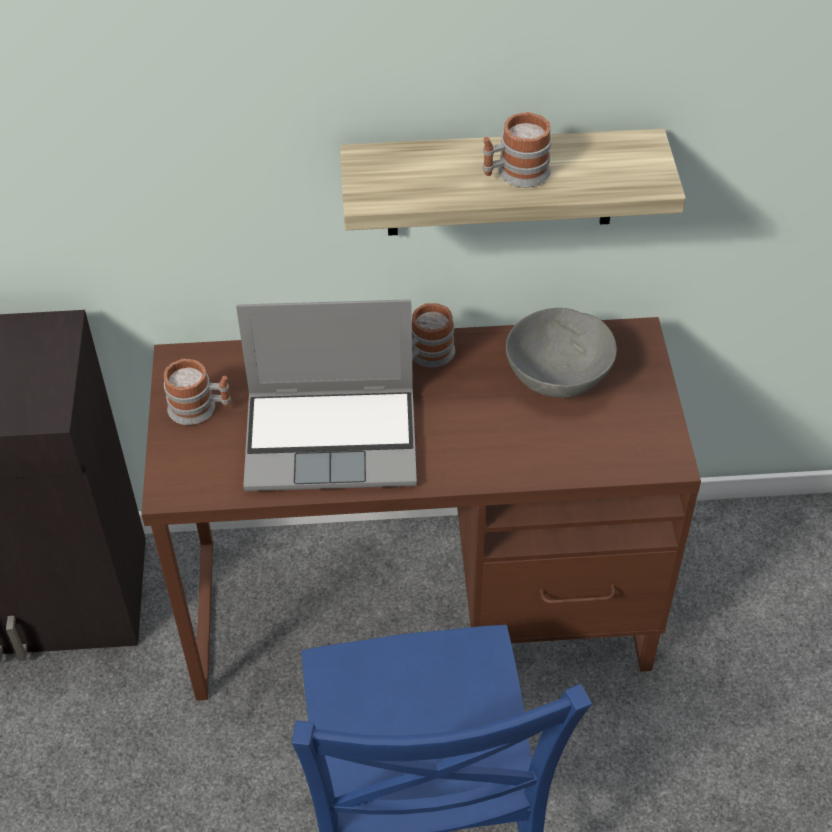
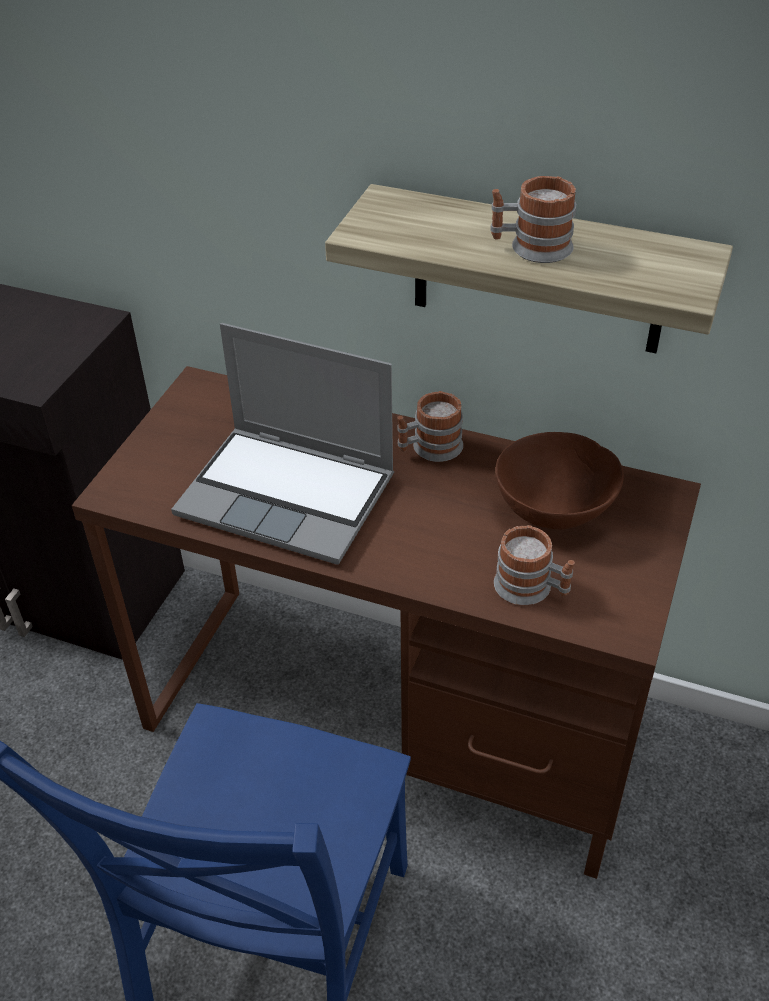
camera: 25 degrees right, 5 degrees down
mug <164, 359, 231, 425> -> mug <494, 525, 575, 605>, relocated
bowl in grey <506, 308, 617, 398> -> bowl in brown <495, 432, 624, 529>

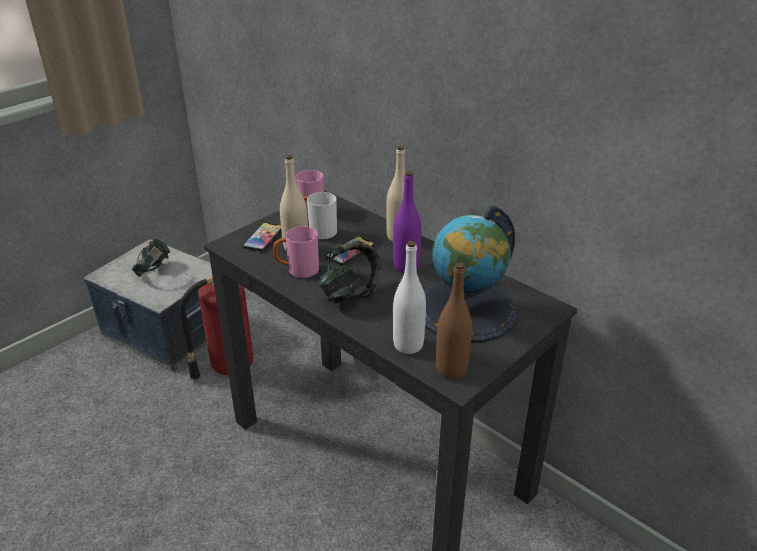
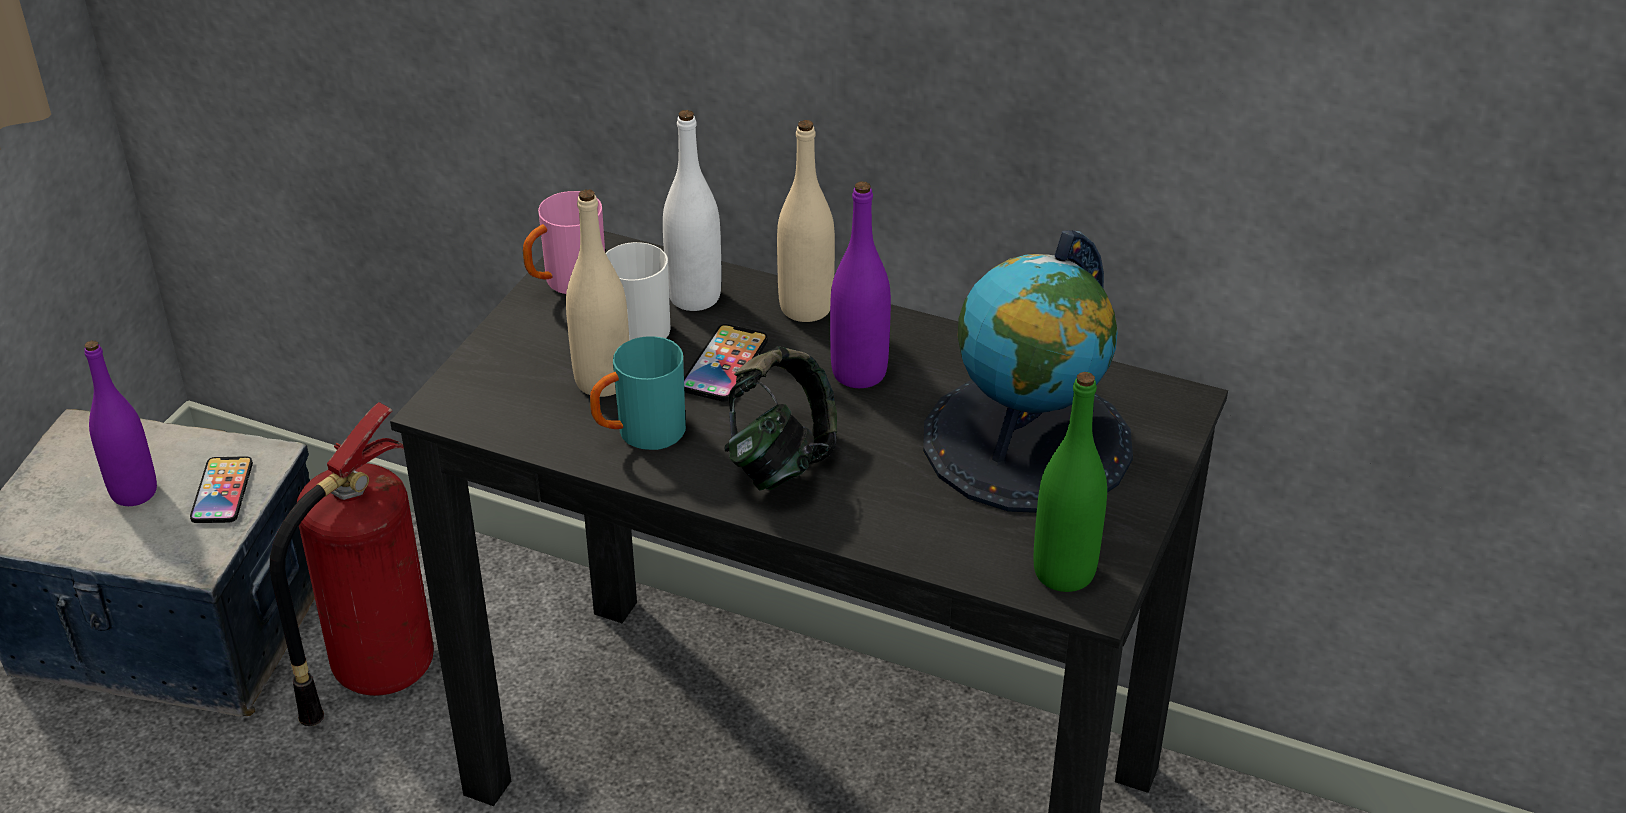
camera: 20 degrees left, 5 degrees up
headphones <132, 239, 170, 277> -> bottle in purple <84, 341, 157, 506>
phone <242, 222, 281, 251> -> phone <190, 456, 253, 523>, relocated
mug in pink <273, 226, 319, 278> -> mug in turquoise <590, 336, 686, 450>
bottle in white <393, 241, 426, 354> -> bottle in white <663, 110, 721, 311>, relocated
bottle in brown <436, 262, 472, 379> -> bottle in green <1034, 372, 1107, 592>

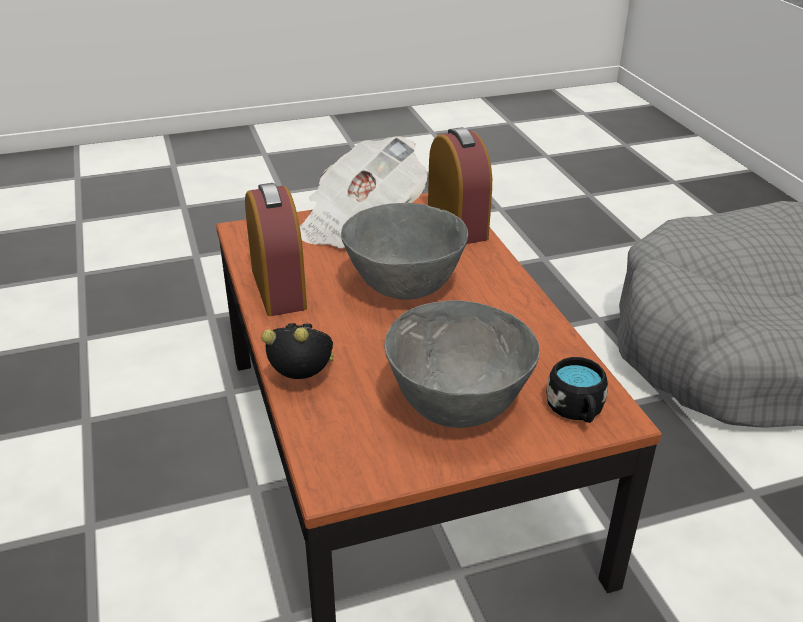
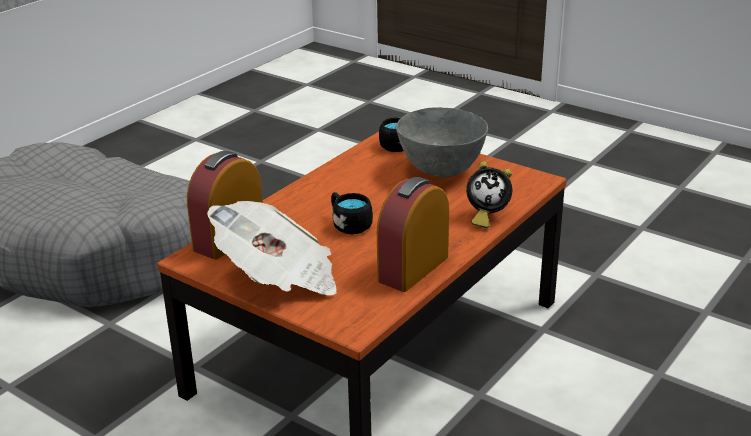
camera: 125 degrees left, 5 degrees down
alarm clock <261, 323, 334, 379> -> alarm clock <466, 161, 512, 228>, 60 degrees counterclockwise
bowl in grey <341, 203, 468, 300> -> mug in black <331, 192, 373, 234>

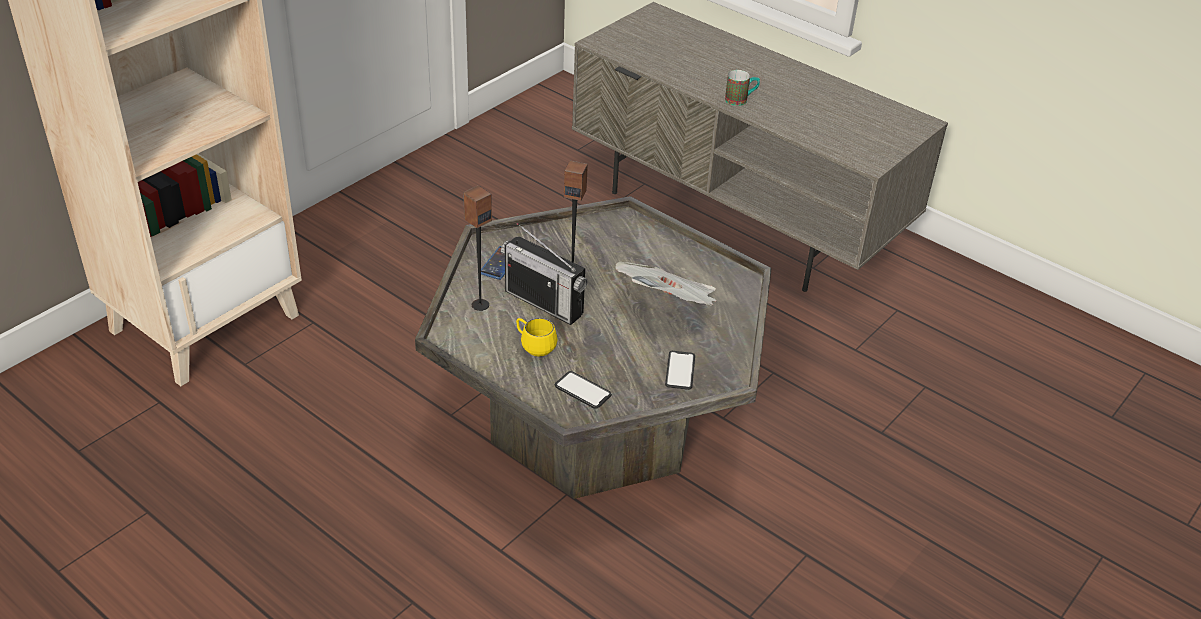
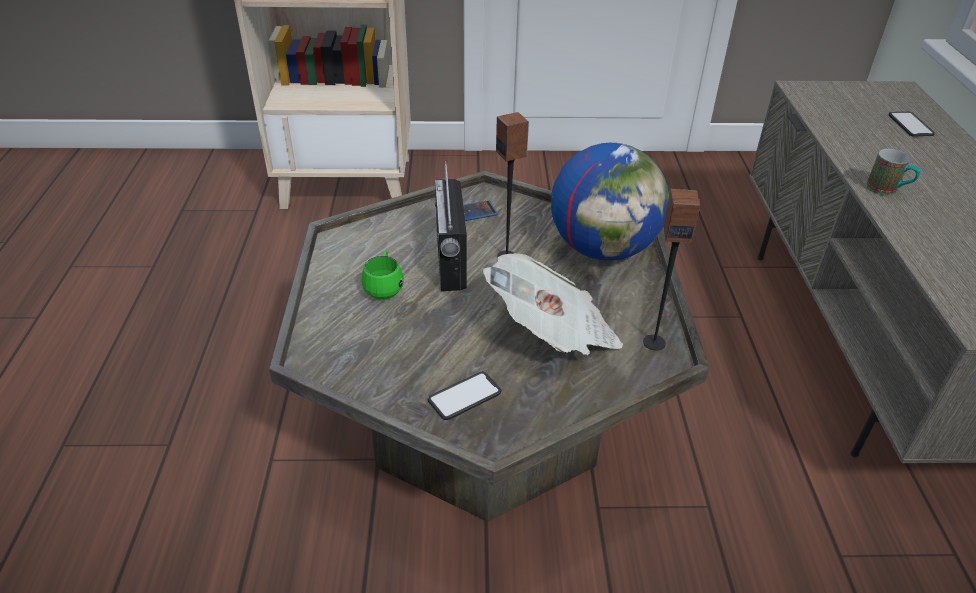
camera: 50 degrees right, 0 degrees up
speaker <463, 186, 492, 311> -> speaker <643, 189, 700, 350>, relocated
mug in yellow <516, 318, 558, 357> -> mug in green <362, 251, 404, 300>
phone <554, 371, 612, 409> -> phone <889, 112, 935, 137>, relocated
none -> globe <551, 143, 669, 261>

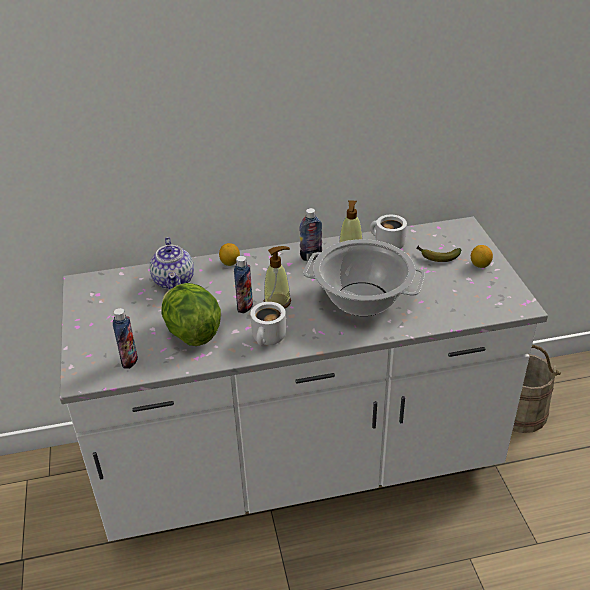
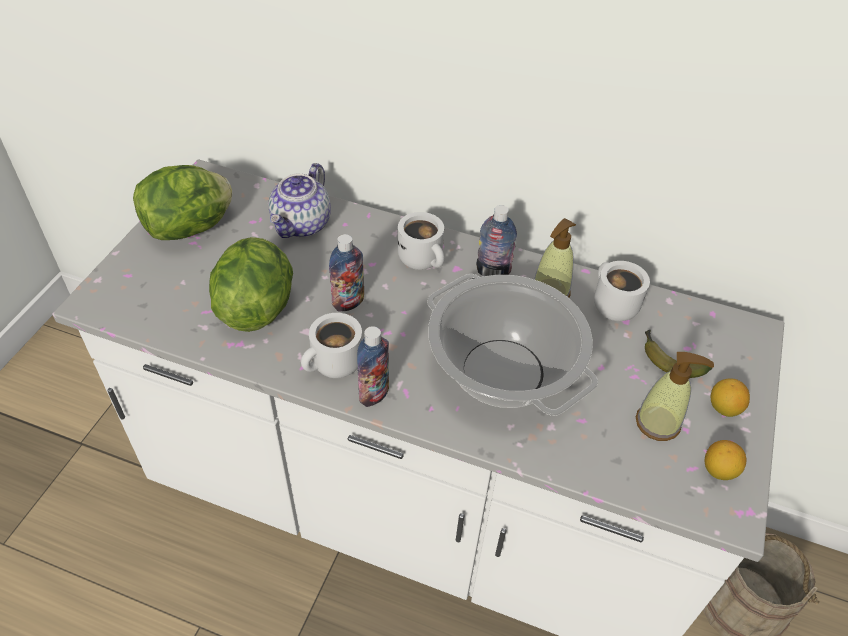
camera: 30 degrees right, 10 degrees up
bottle <113, 308, 138, 369> -> bottle <357, 326, 389, 407>, relocated
lemon <219, 243, 240, 266> -> lemon <705, 440, 746, 480>, relocated
soap dispenser <264, 246, 291, 309> -> soap dispenser <636, 352, 714, 441>, relocated
none -> lettuce <133, 165, 232, 240>
none -> mug in white <398, 212, 444, 270>

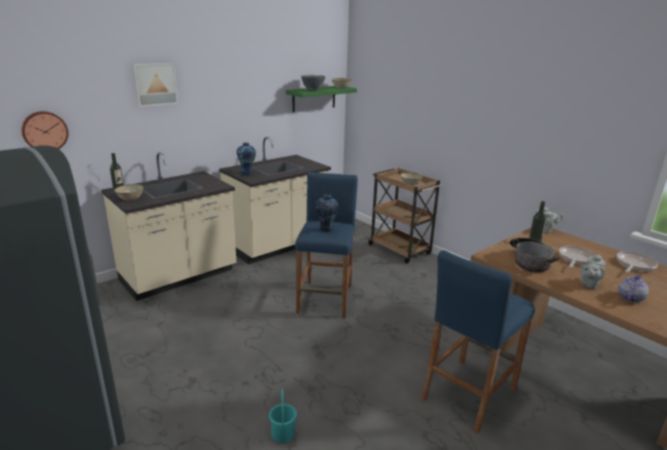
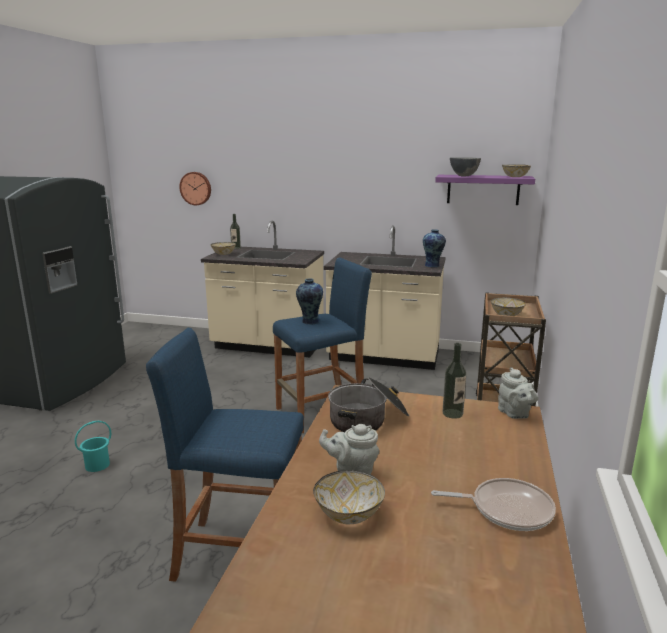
camera: 55 degrees right, 5 degrees down
picture <132, 63, 178, 107> -> none
vase <237, 143, 256, 175> -> vase <423, 229, 446, 267>, relocated
shelf in green <286, 86, 357, 112> -> shelf in purple <435, 175, 535, 205>
frying pan <559, 246, 596, 268> -> none
teapot <618, 275, 649, 302> -> bowl <313, 470, 385, 524>

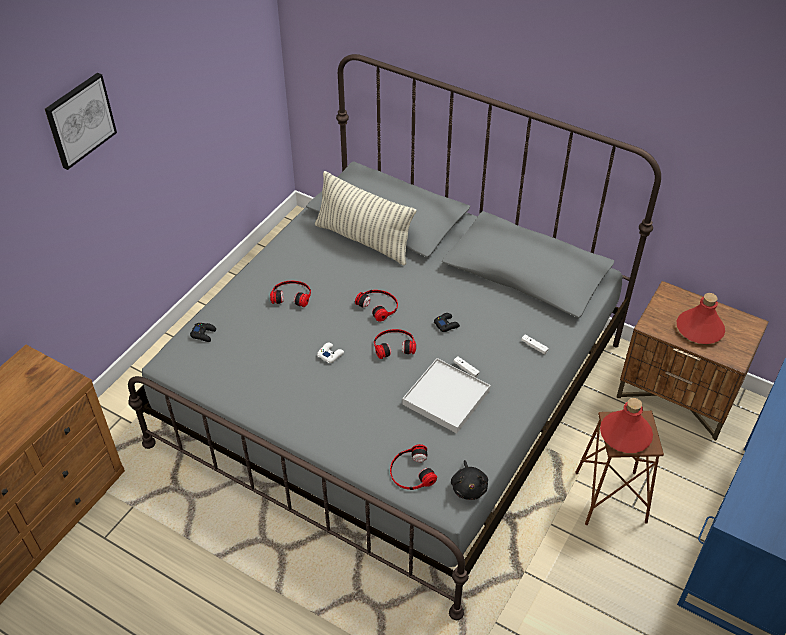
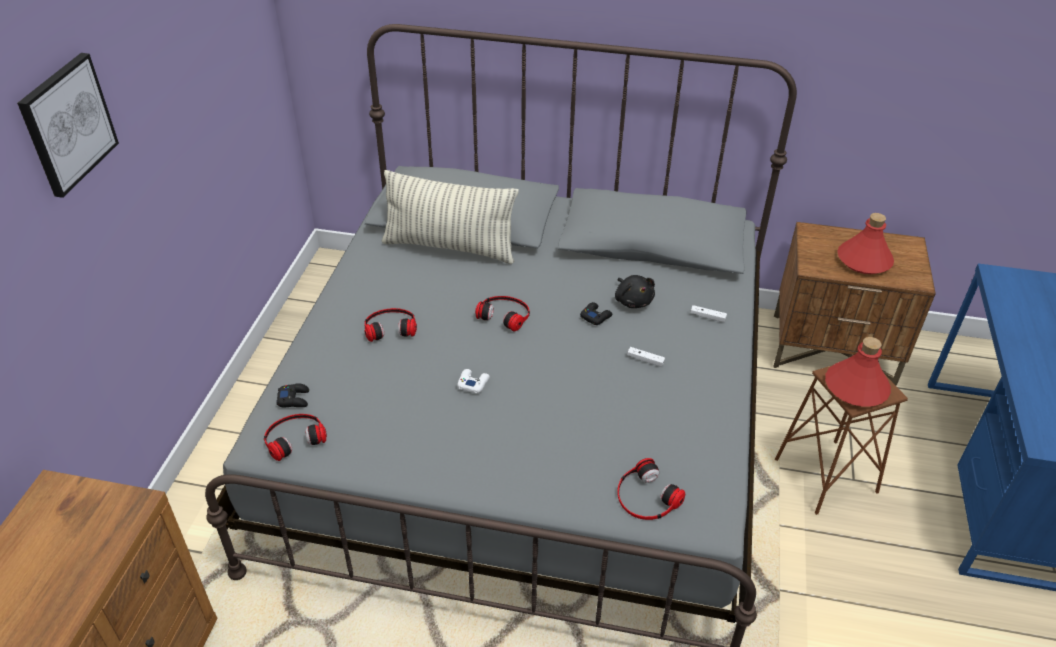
camera: 20 degrees left, 5 degrees down
headphones <374, 329, 416, 359> -> headphones <264, 414, 327, 461>, relocated
tray in white <402, 358, 490, 433> -> none
plush toy in black <451, 460, 488, 500> -> plush toy in black <615, 275, 655, 308>, relocated

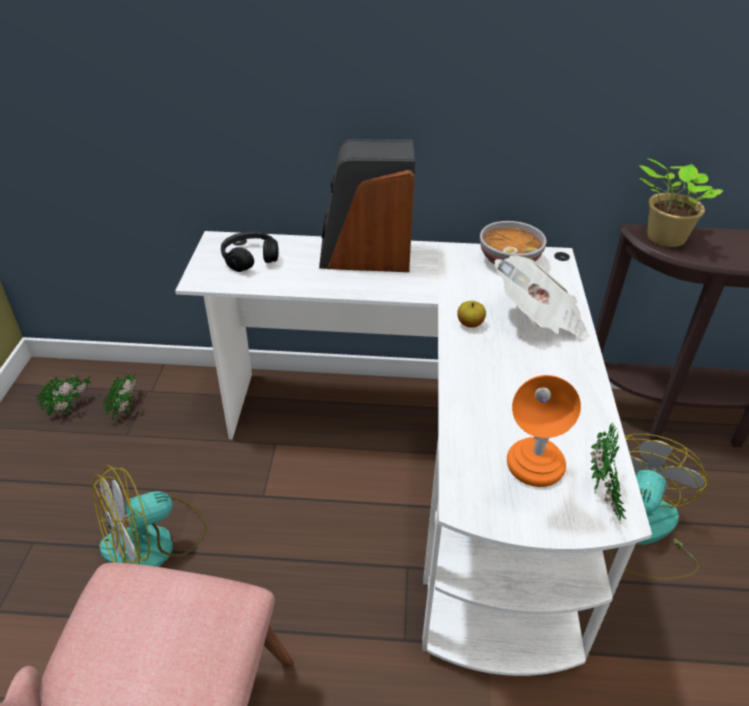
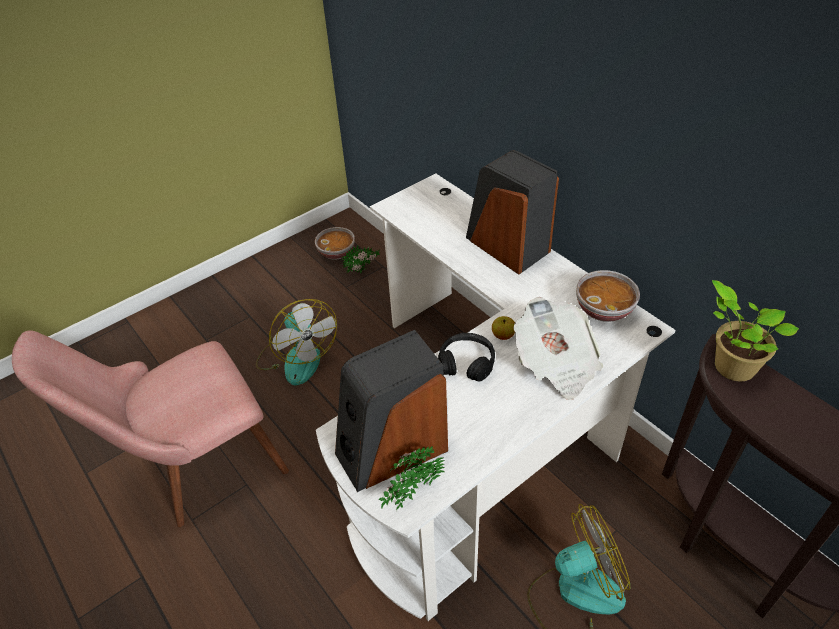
camera: 50 degrees right, 5 degrees up
potted plant <36, 375, 91, 416> -> bowl <315, 227, 355, 260>
fan <93, 465, 207, 567> -> fan <256, 299, 337, 385>, 135 degrees counterclockwise
headphones in black <221, 231, 279, 272> -> headphones in black <438, 333, 495, 381>, relocated
table lamp in orange <507, 375, 581, 487> -> speaker <335, 330, 448, 492>

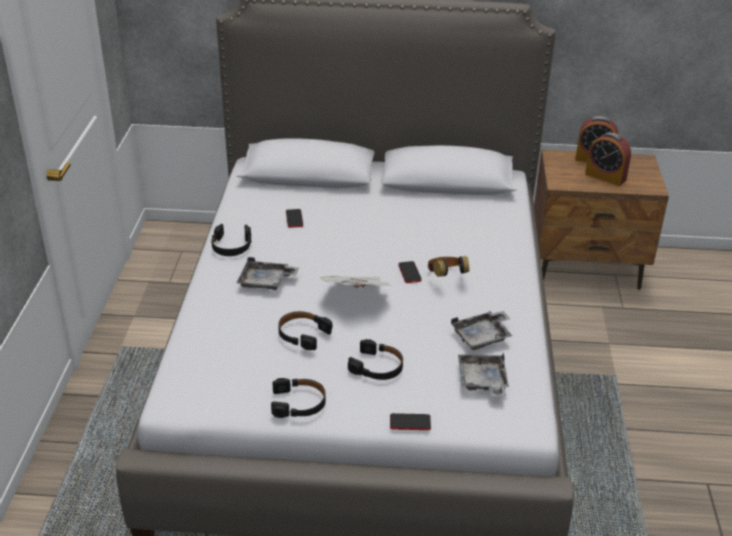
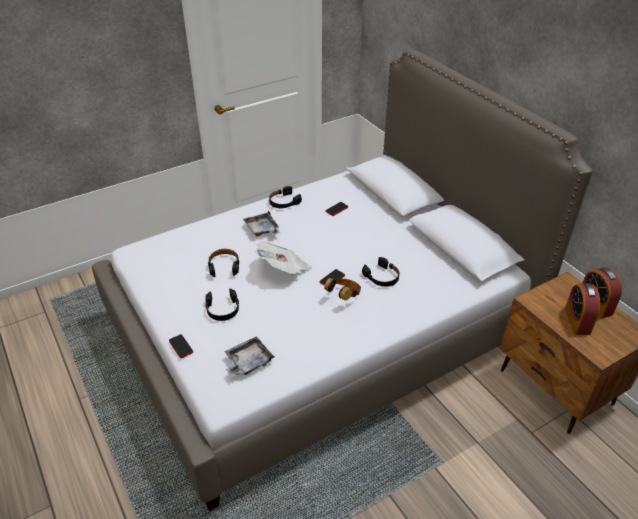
camera: 55 degrees right, 5 degrees up
headphones in black <271, 378, 326, 418> -> headphones in black <362, 257, 400, 287>, relocated
tray in grey <451, 311, 512, 350> -> none

